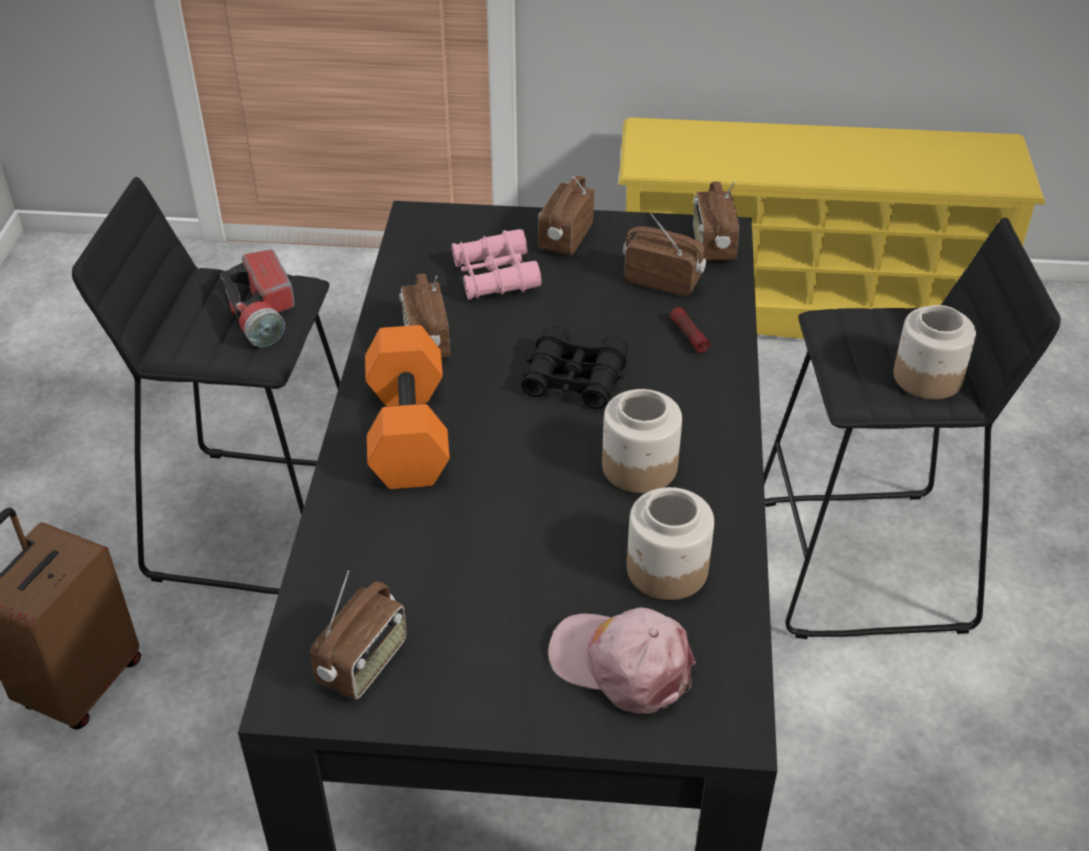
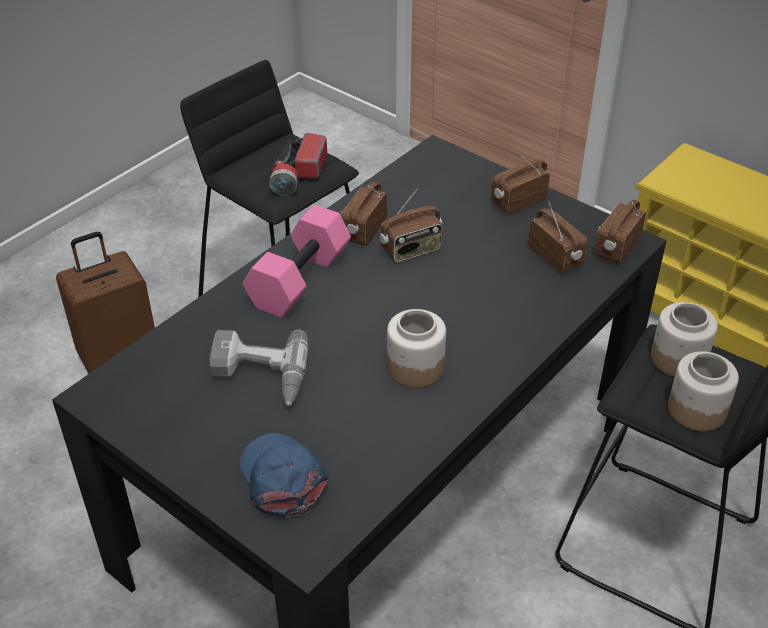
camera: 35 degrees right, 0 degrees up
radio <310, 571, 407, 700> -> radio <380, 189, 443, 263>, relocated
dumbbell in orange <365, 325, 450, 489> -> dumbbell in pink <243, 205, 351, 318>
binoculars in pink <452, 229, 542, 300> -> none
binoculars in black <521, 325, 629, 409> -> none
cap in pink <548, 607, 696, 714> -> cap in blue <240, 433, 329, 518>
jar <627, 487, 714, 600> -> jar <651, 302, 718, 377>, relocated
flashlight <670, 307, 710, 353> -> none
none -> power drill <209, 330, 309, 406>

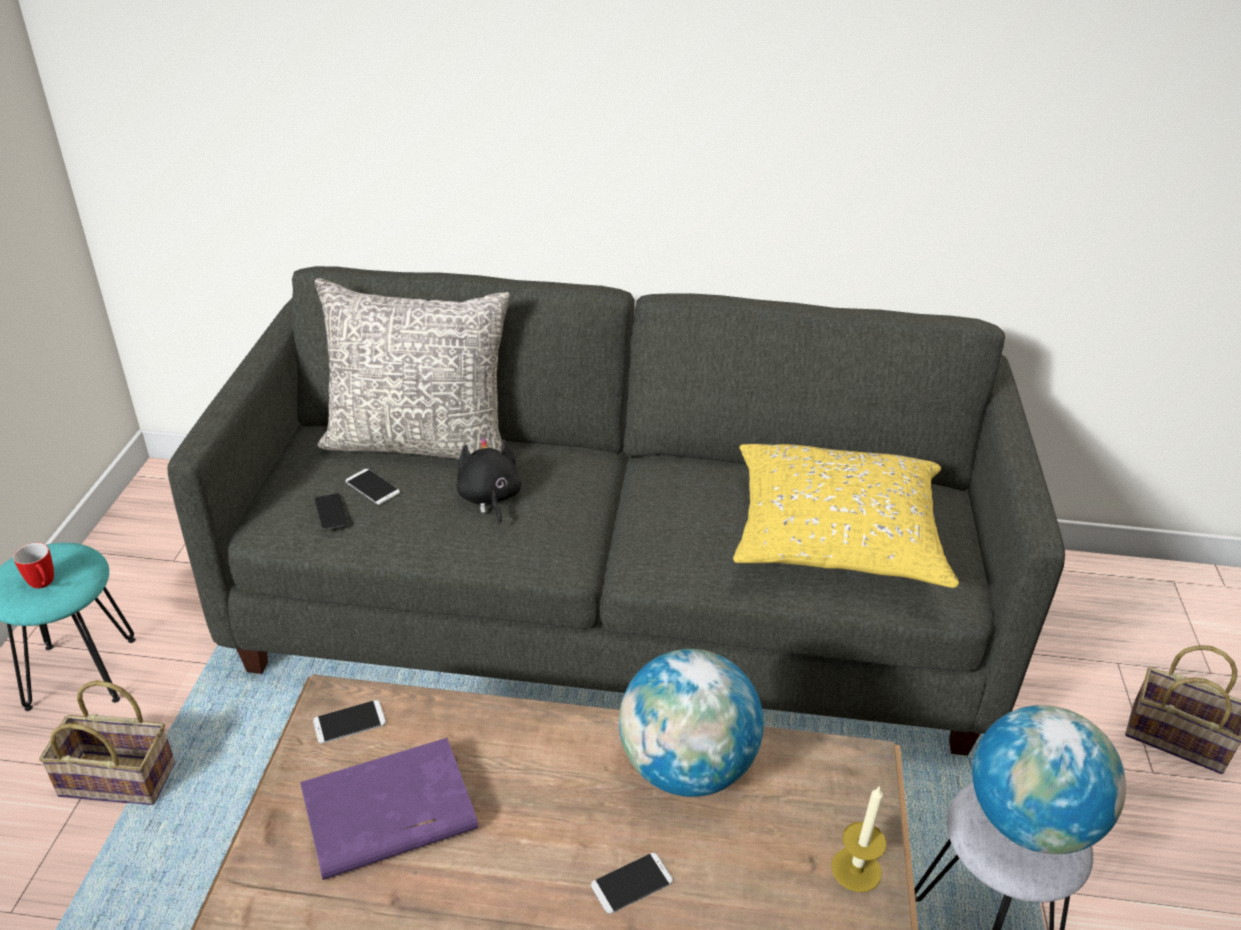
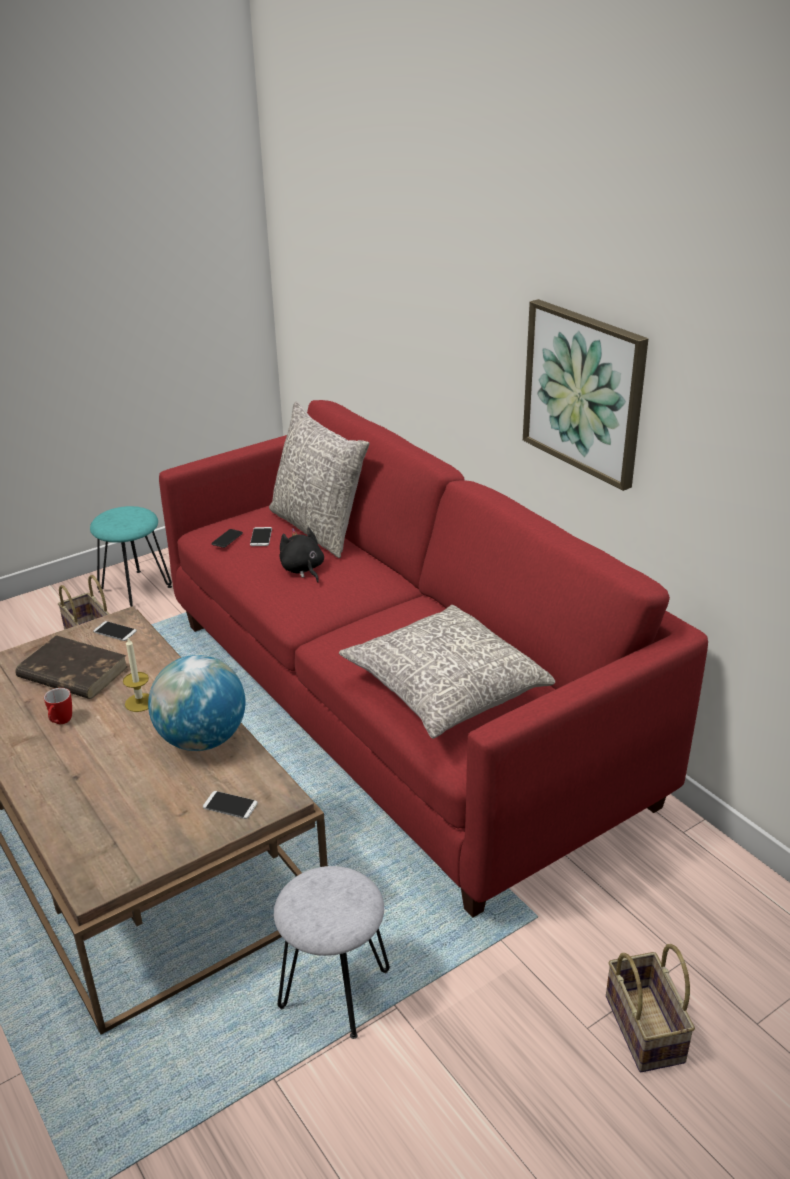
camera: 50 degrees right, 5 degrees down
mug <13, 543, 54, 589> -> mug <44, 688, 72, 724>, relocated
sofa in grey <167, 266, 1065, 756> -> sofa in red <159, 400, 708, 918>
book in purple <300, 738, 478, 880> -> book in brown <15, 635, 128, 699>
plush toy in black <457, 437, 522, 526> -> plush toy in black <280, 527, 324, 582>, 60 degrees counterclockwise
phone <591, 853, 673, 914> -> phone <203, 791, 258, 819>, relocated
pillow in yellow <733, 444, 959, 588> -> pillow in grey <339, 605, 555, 739>
candle <831, 785, 887, 892> -> candle <123, 638, 149, 712>, relocated
globe <972, 705, 1126, 854> -> none
none -> picture <523, 299, 648, 491>

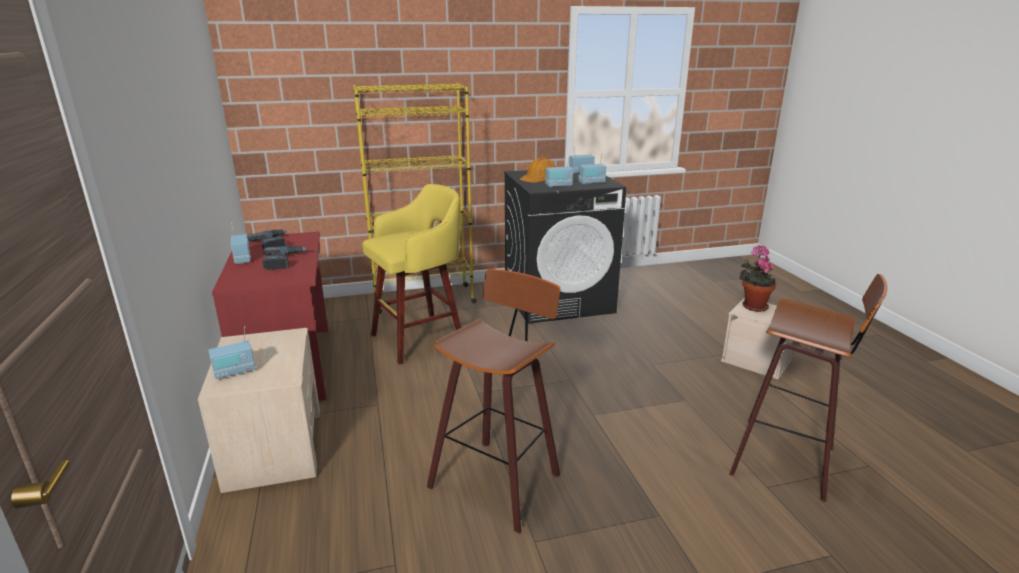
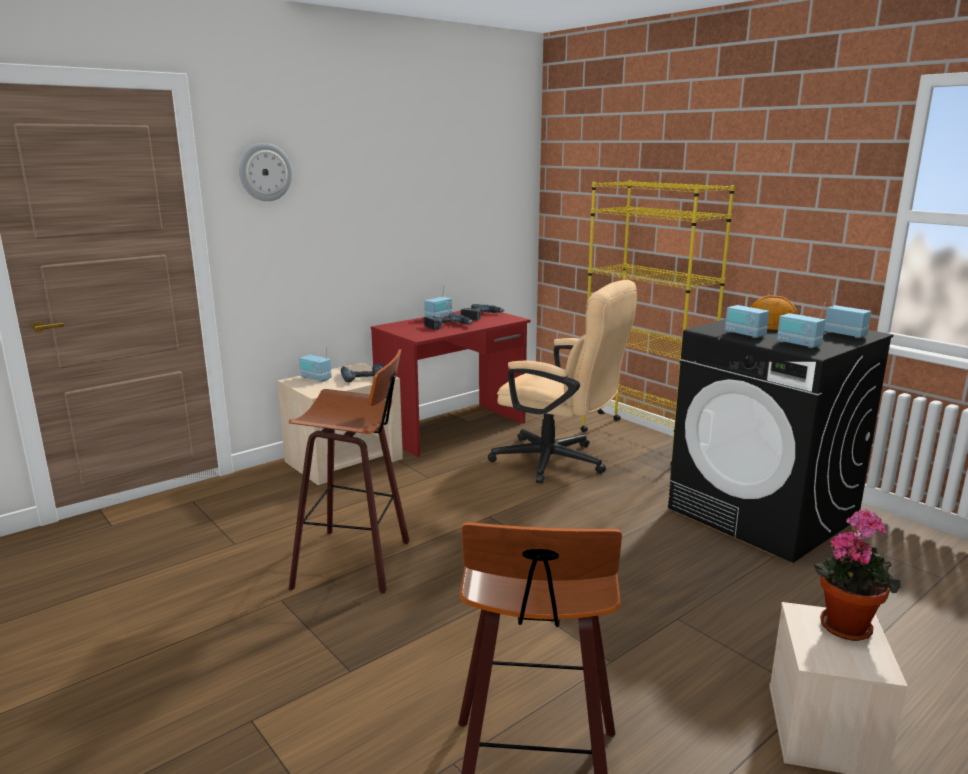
camera: 65 degrees right, 5 degrees down
stool in yellow <362, 184, 461, 365> -> office chair in beige <488, 280, 637, 484>
none -> wall clock <239, 143, 292, 201>
none -> power drill <341, 364, 385, 383>

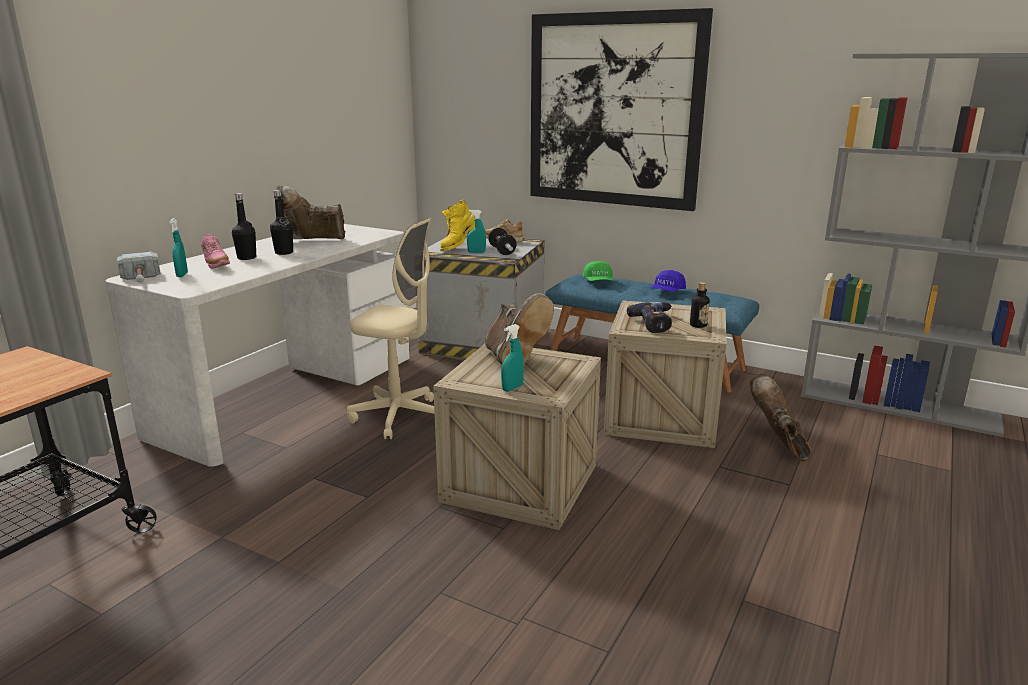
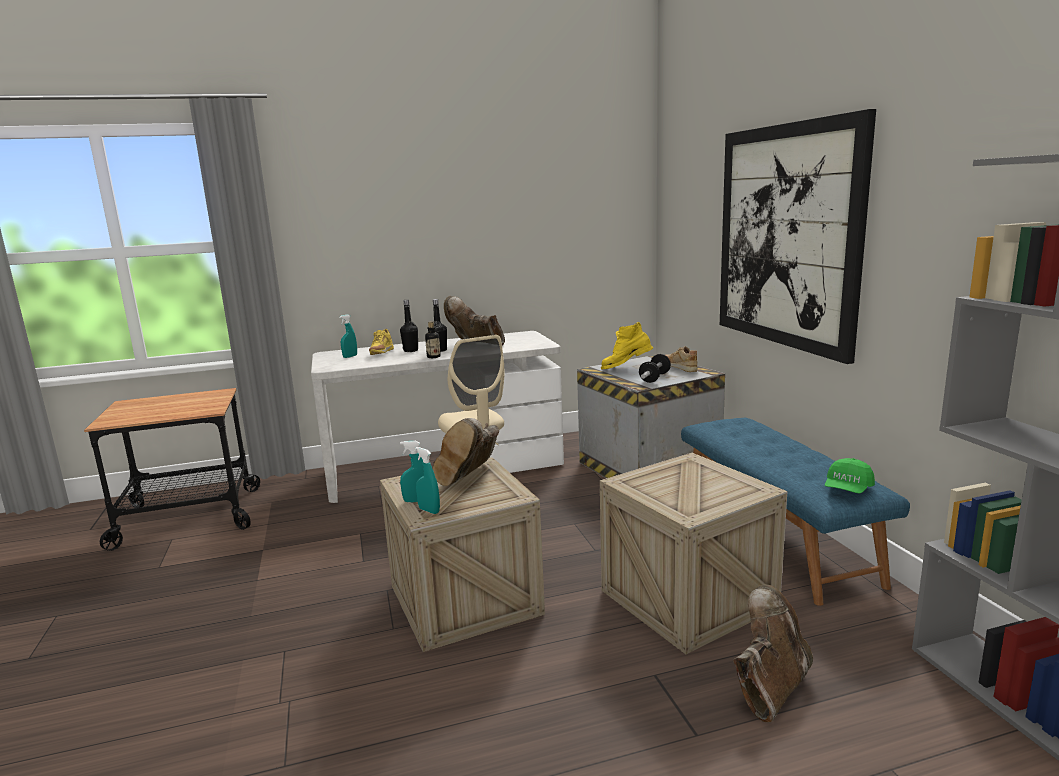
camera: 45 degrees right, 5 degrees down
hammer <117, 252, 161, 283> -> none
shoe in pink <201, 234, 230, 269> -> shoe in yellow <369, 329, 394, 355>
spray bottle in turquoise <467, 210, 486, 253> -> spray bottle in turquoise <415, 447, 440, 514>, relocated
cap in green <582, 260, 613, 281> -> cap in green <825, 458, 875, 494>, relocated
power drill <627, 302, 672, 333> -> none
cap in blue <651, 270, 686, 292> -> none
bottle <690, 282, 710, 328> -> bottle <425, 322, 441, 358>, relocated

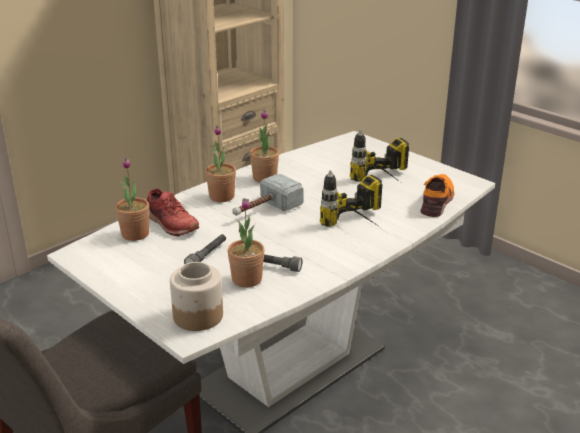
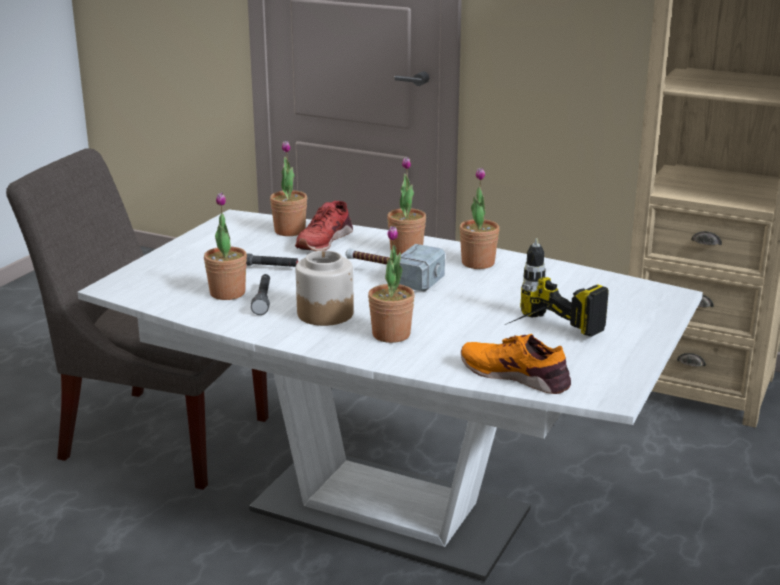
camera: 70 degrees right, 5 degrees down
jar <170, 262, 223, 331> -> jar <296, 250, 354, 326>, relocated
power drill <320, 170, 382, 227> -> potted plant <368, 226, 415, 343>
shoe in orange <420, 174, 454, 217> -> shoe in orange <461, 334, 571, 394>, 150 degrees counterclockwise

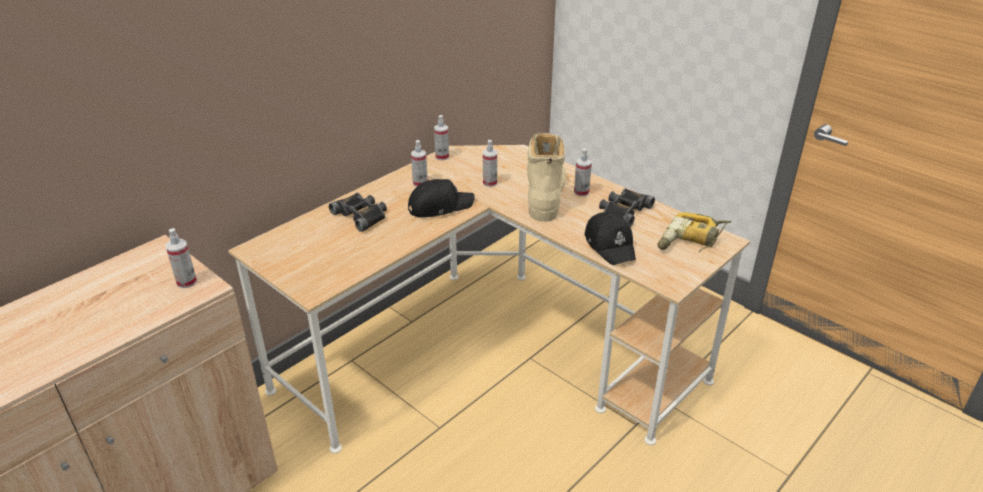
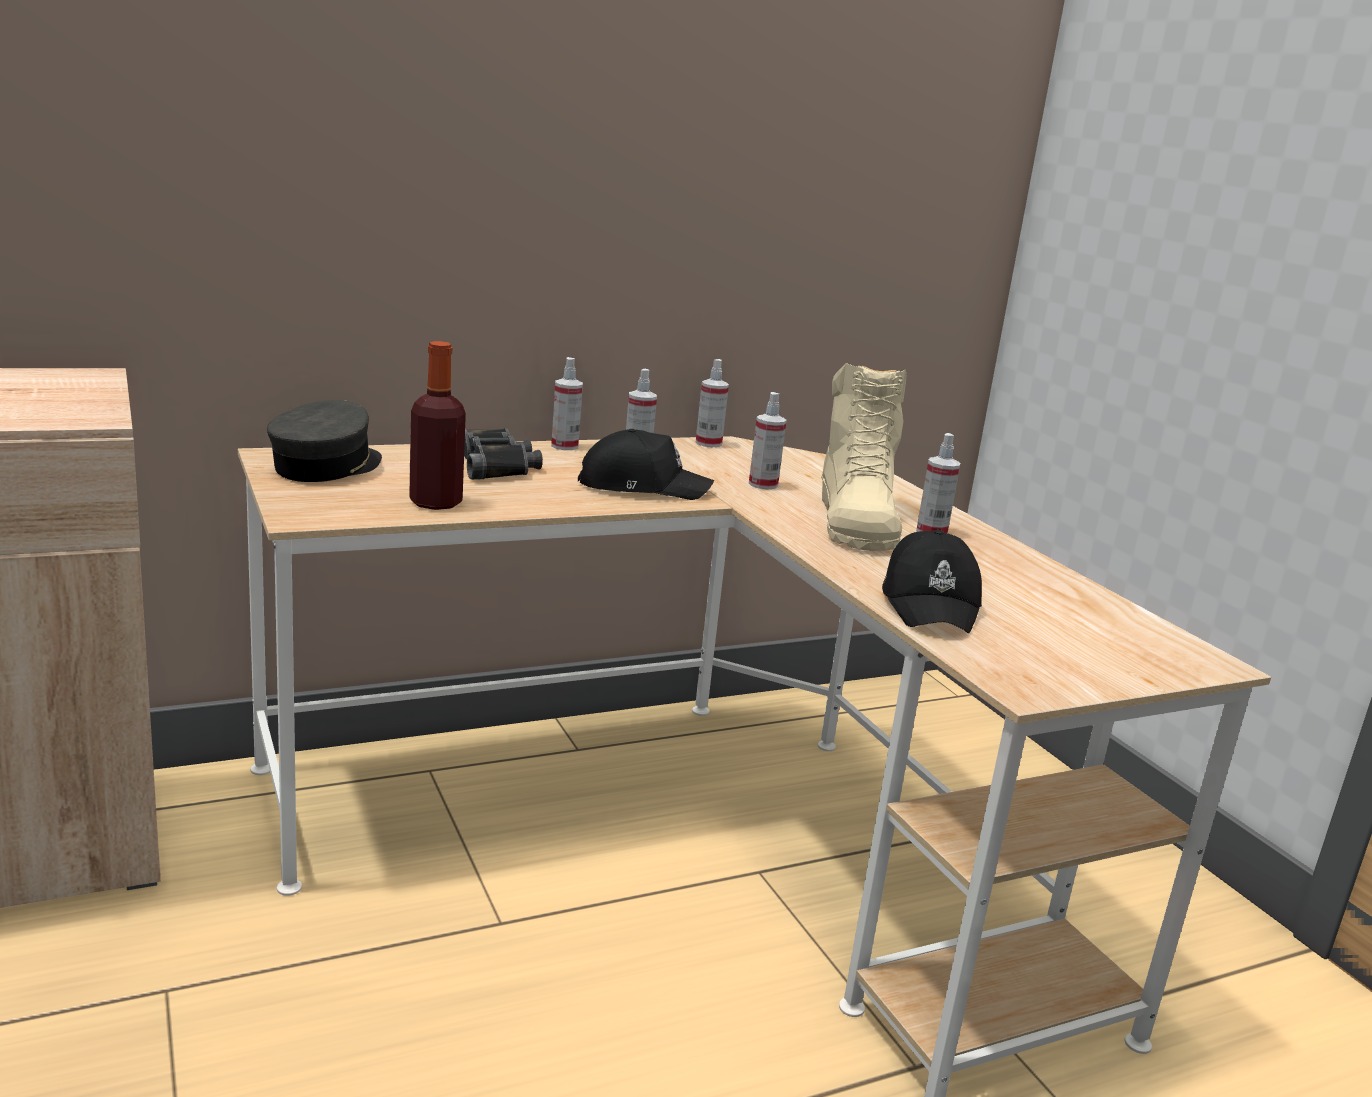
camera: 20 degrees right, 15 degrees down
spray bottle <166, 228, 197, 288> -> spray bottle <551, 357, 583, 450>, relocated
boot in beige <527, 133, 566, 222> -> boot in beige <821, 363, 906, 551>, 150 degrees clockwise
binoculars in black <599, 188, 655, 227> -> none
power drill <658, 212, 732, 252> -> none
none -> cap in grey <267, 400, 382, 482>
none -> bottle <409, 341, 466, 510>

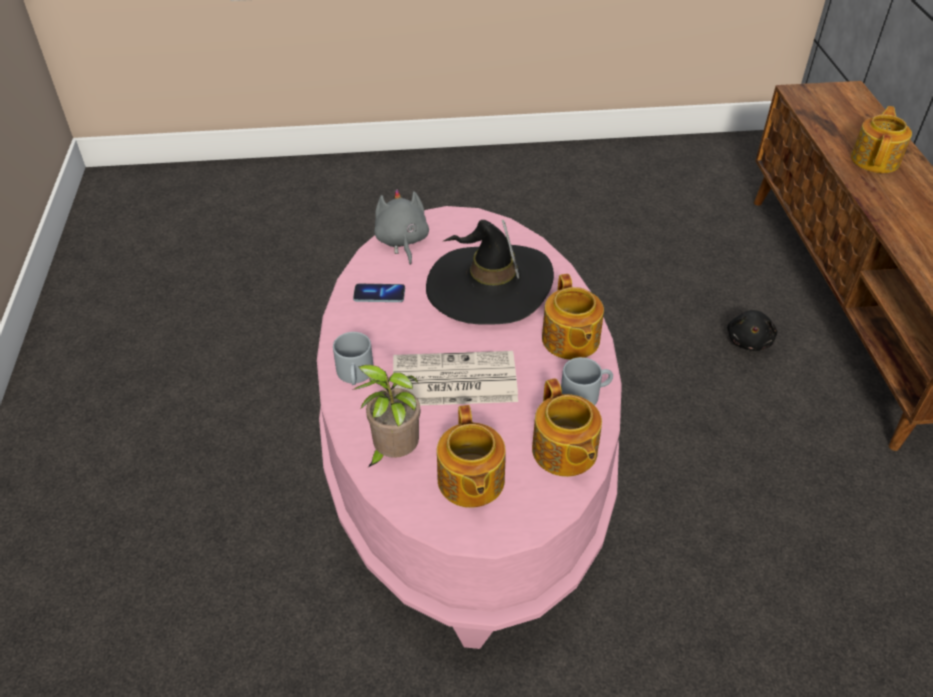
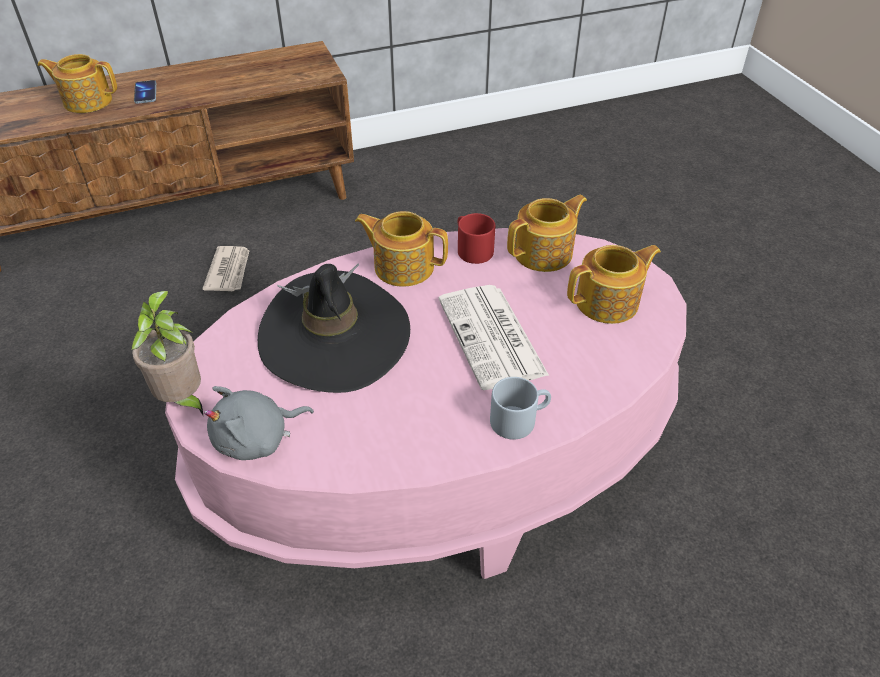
camera: 105 degrees left, 0 degrees up
potted plant <352, 365, 420, 467> -> potted plant <131, 291, 204, 417>, relocated
phone <353, 284, 405, 302> -> phone <134, 80, 156, 104>, relocated
teapot <542, 274, 604, 360> -> teapot <355, 211, 448, 287>, 135 degrees counterclockwise
mug in grey <561, 357, 613, 406> -> mug in red <458, 213, 495, 264>
plush toy in black <727, 310, 777, 351> -> newspaper <202, 246, 250, 291>

